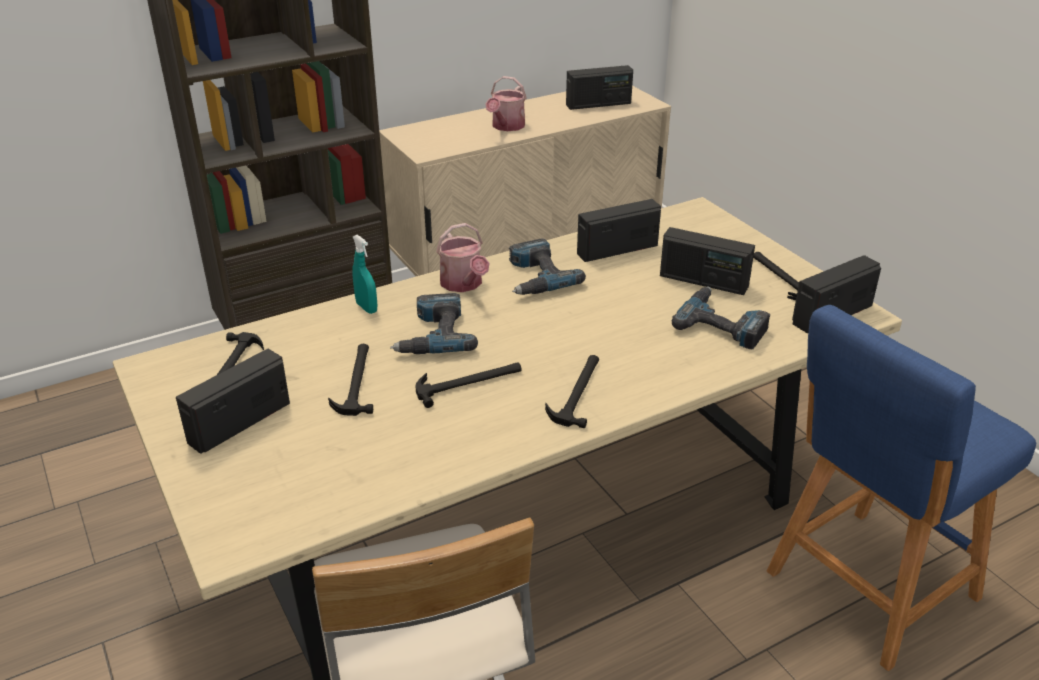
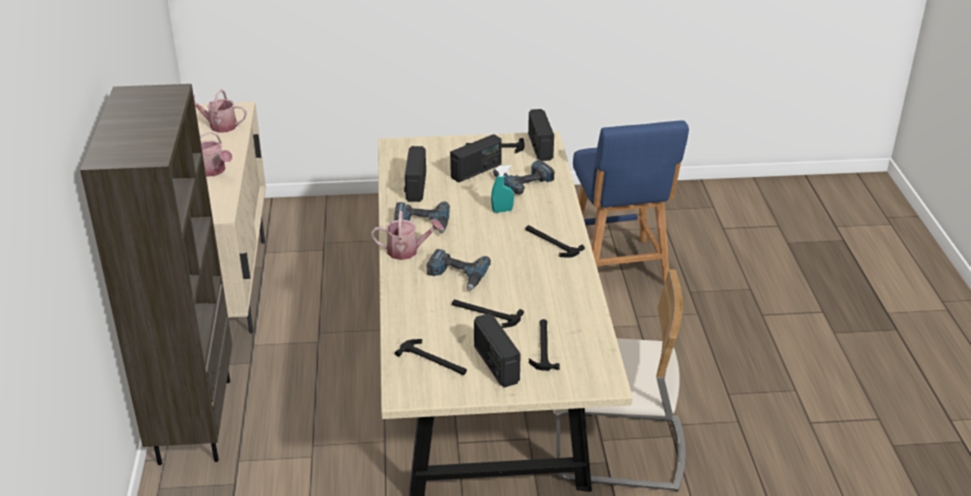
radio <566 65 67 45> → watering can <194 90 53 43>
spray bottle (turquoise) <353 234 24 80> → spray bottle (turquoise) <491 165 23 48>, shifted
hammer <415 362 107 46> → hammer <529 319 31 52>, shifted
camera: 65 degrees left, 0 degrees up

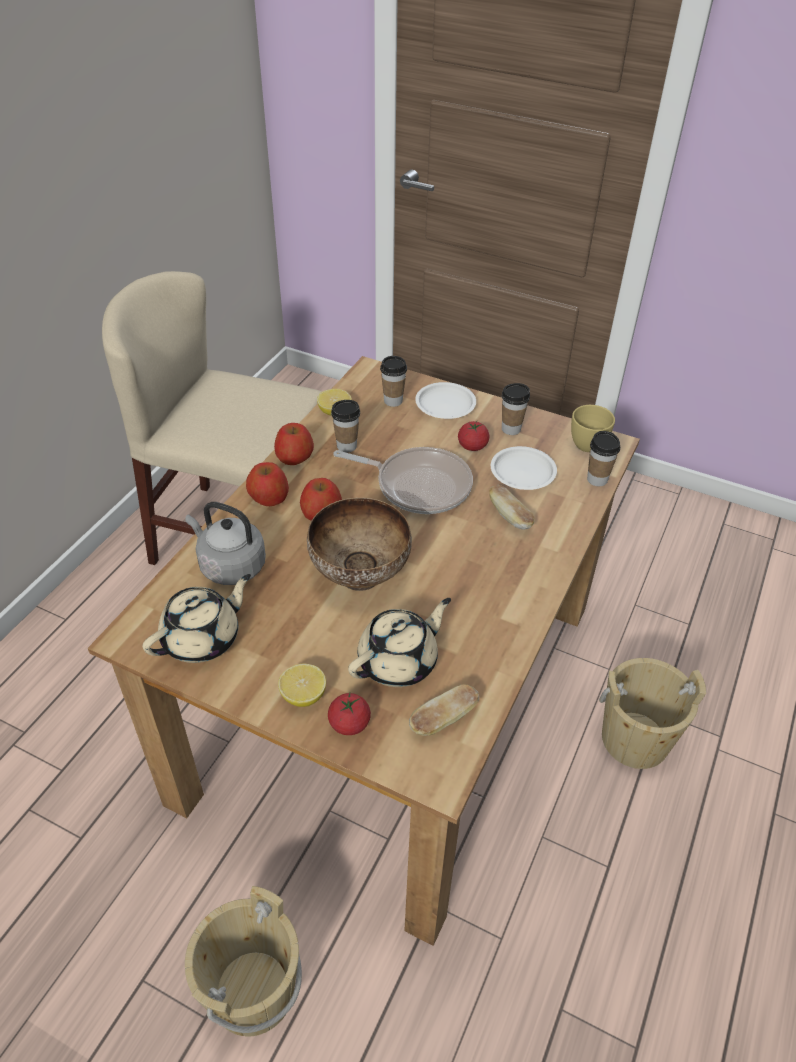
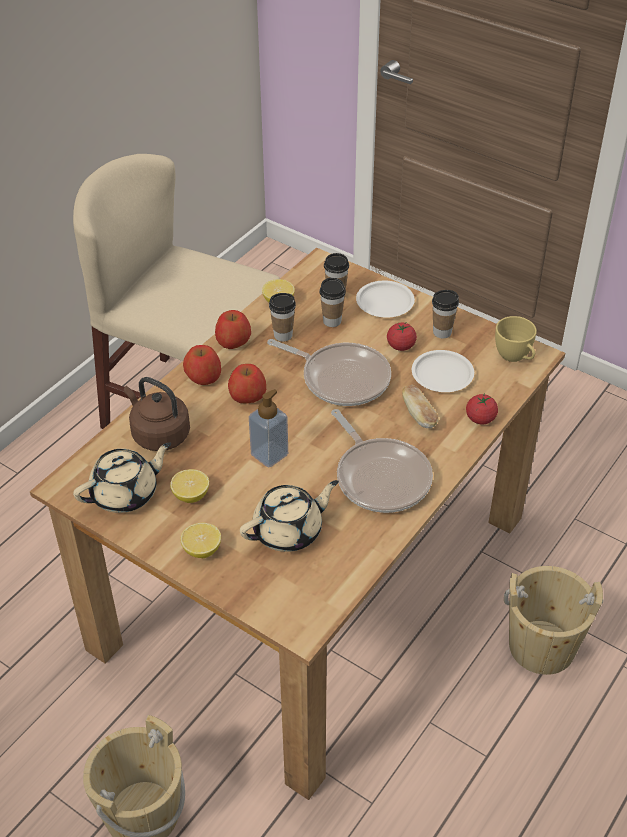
cup <587 431 33 55> → cup <319 277 27 50>, shifted
bowl <307 498 105 93> → soap dispenser <249 389 39 78>
kettle (grey) <185 502 81 83> → kettle (brown) <124 377 66 74>
bread <409 684 70 52> → -
tomato <328 693 43 42> → tomato <466 394 32 30>, shifted
- → frying pan <331 409 102 104>
- → lemon <170 469 39 34>
camera: 10 degrees right, 0 degrees up

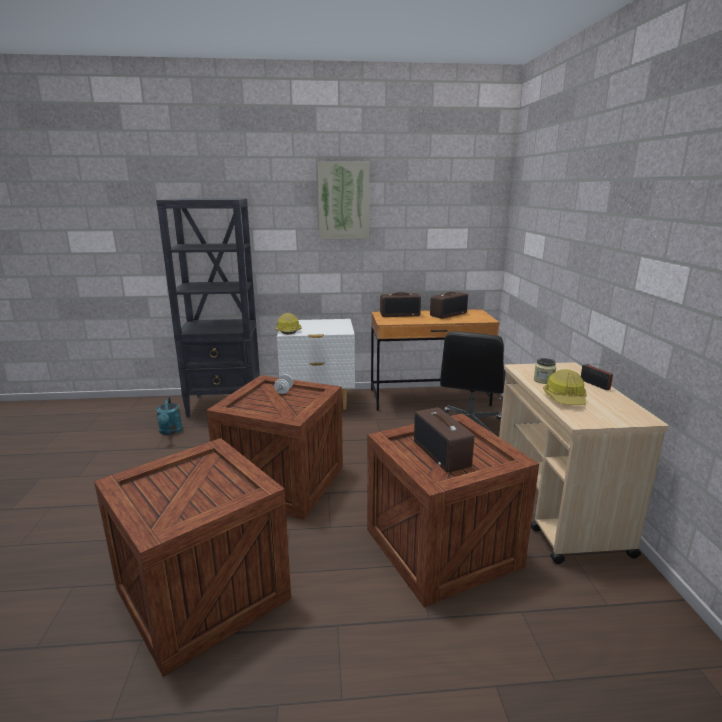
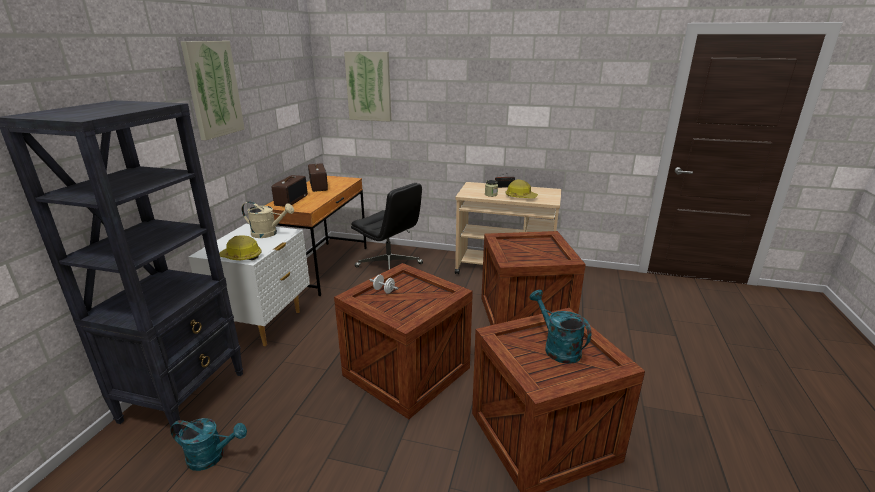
radio <414 407 60 65> → -
- → picture <344 51 47 71>
- → watering can (beige) <242 201 52 37>
- → watering can (turquoise) <529 290 62 74>
camera: 70 degrees left, 5 degrees up

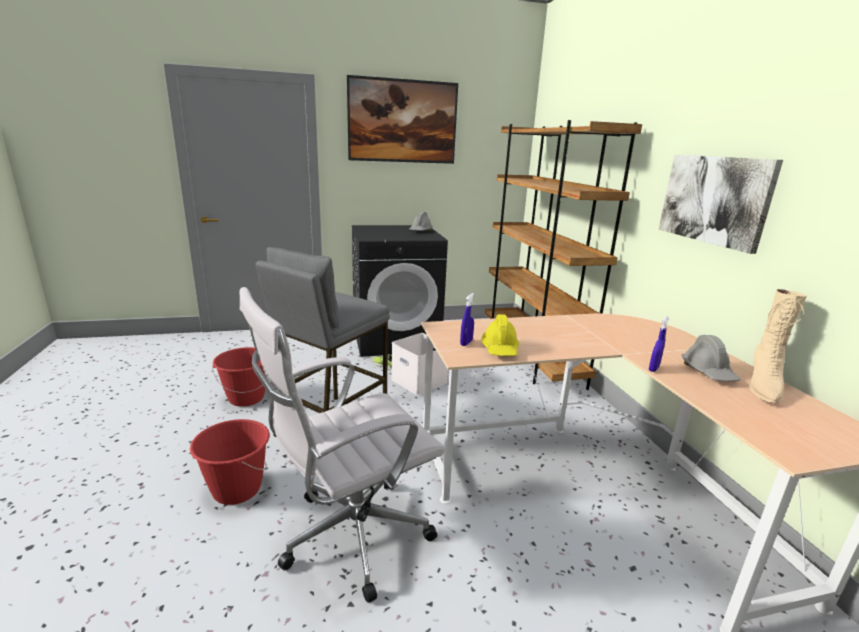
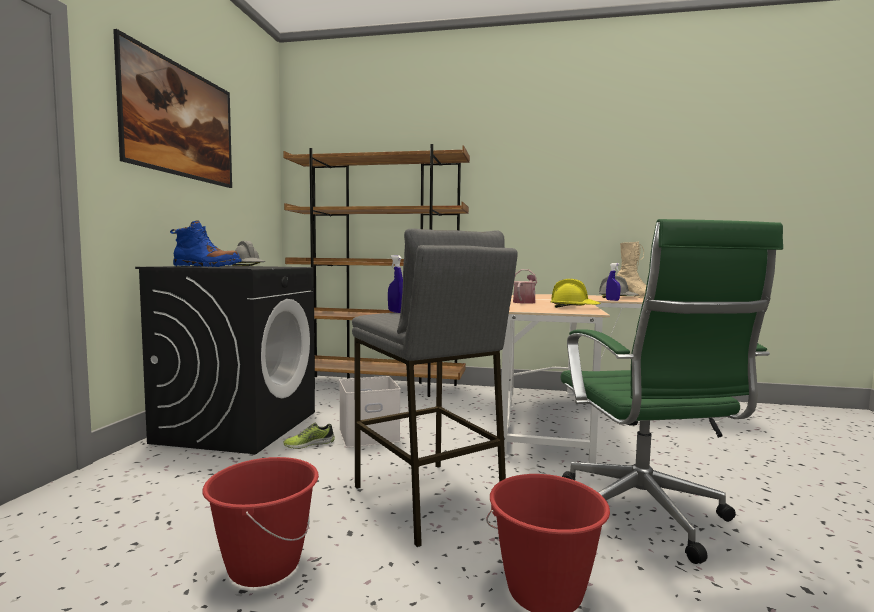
picture <659 155 124 99> → -
office chair (white) <240 287 205 316> → office chair (green) <561 219 222 345>
spray bottle (blue) <460 293 14 53> → spray bottle (blue) <388 255 15 58>, shifted
- → boot (blue) <170 221 72 46>
- → watering can <513 269 24 35>
camera: 65 degrees left, 15 degrees down

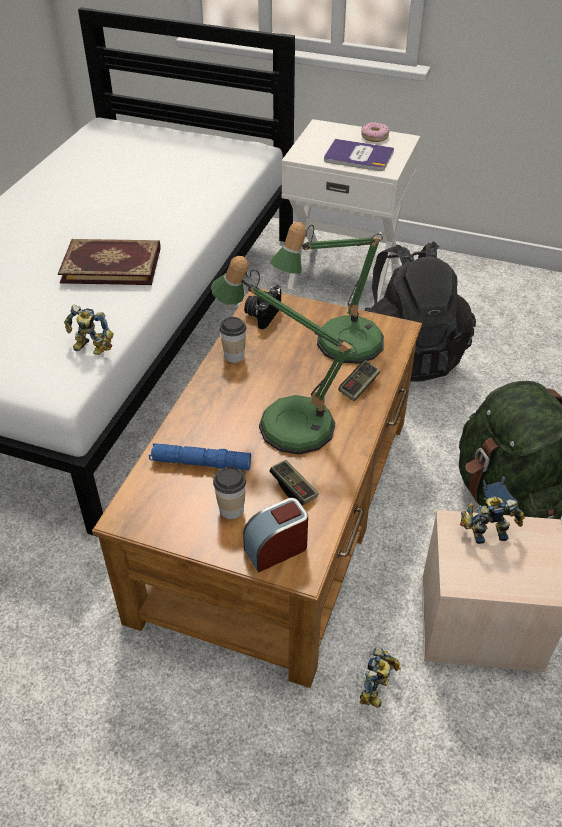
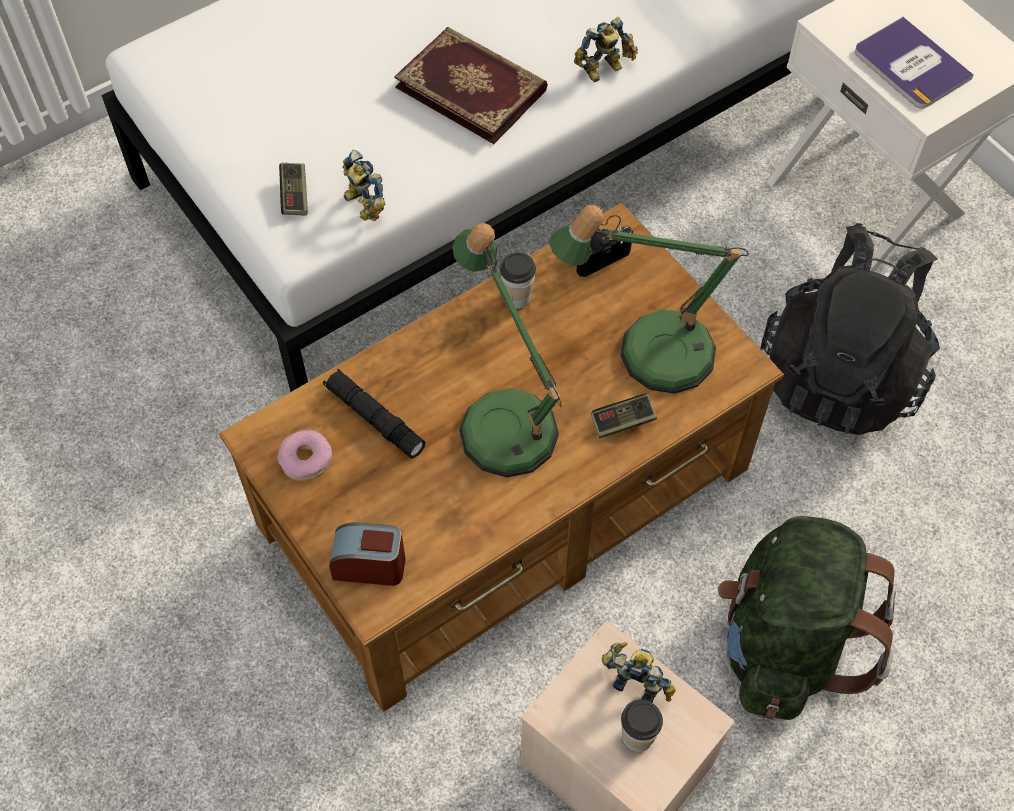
donut <361 122 29 20> → donut <278 430 54 51>, shifted
flashlight (blue) <149 443 102 27> → flashlight (black) <323 368 103 91>
game controller <269 460 50 45> → game controller <279 163 29 52>, shifted
cup <213 466 33 53> → cup <621 699 42 53>, shifted
toy robot <360 647 41 61> → toy robot <574 17 64 65>, shifted
camera: 35 degrees right, 15 degrees up

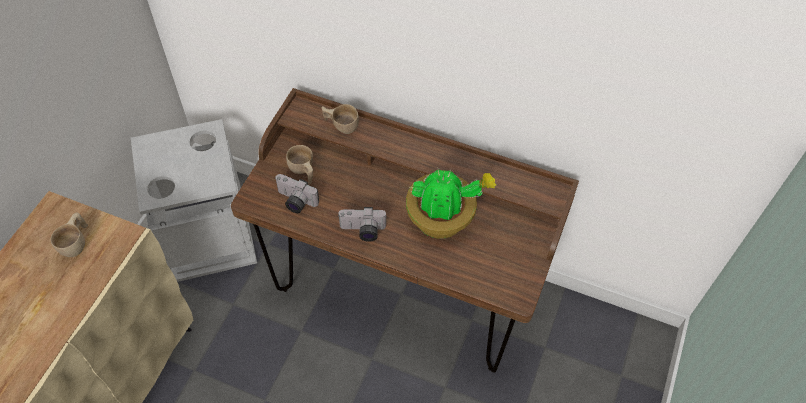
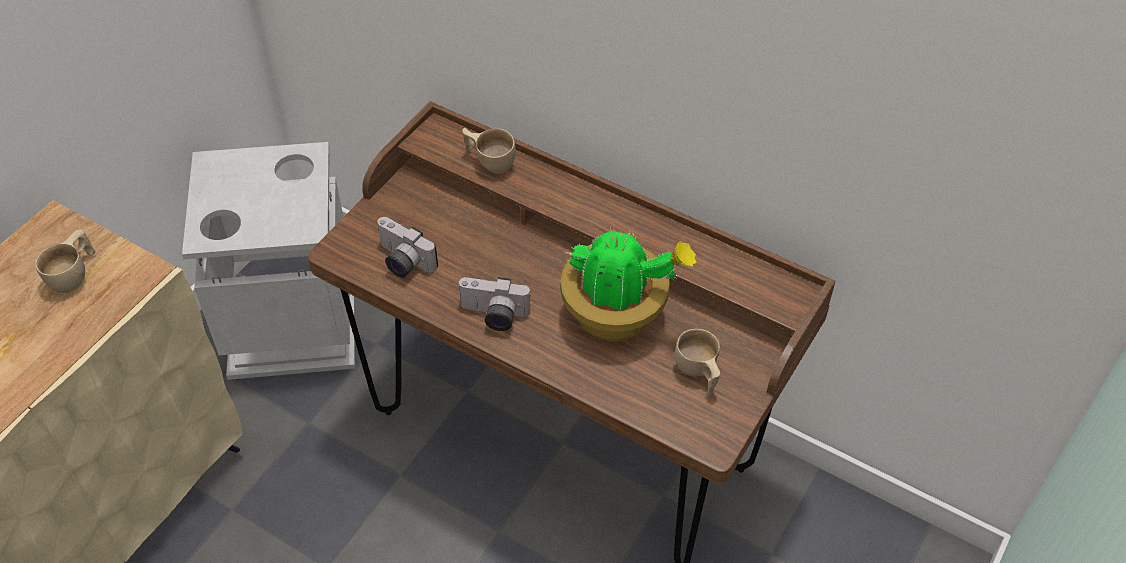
cup (beige) <286 145 27 40> → cup (beige) <675 329 45 68>, shifted
camera: 10 degrees right, 5 degrees down

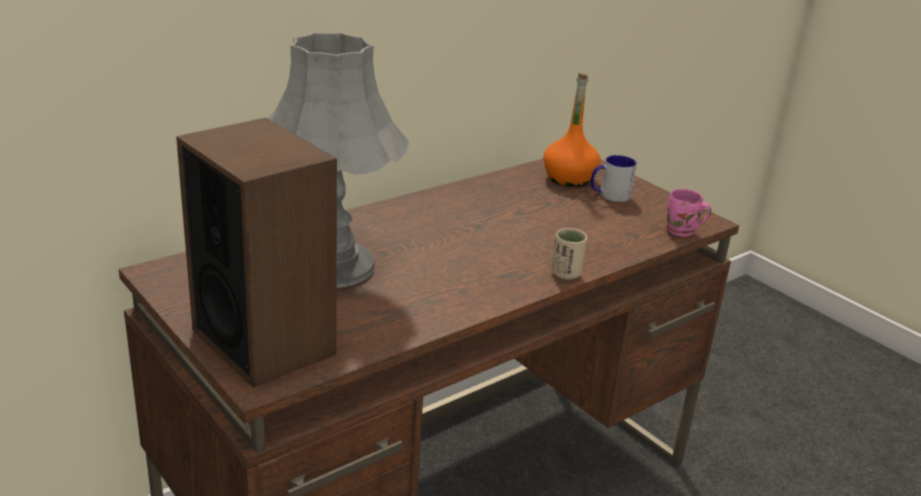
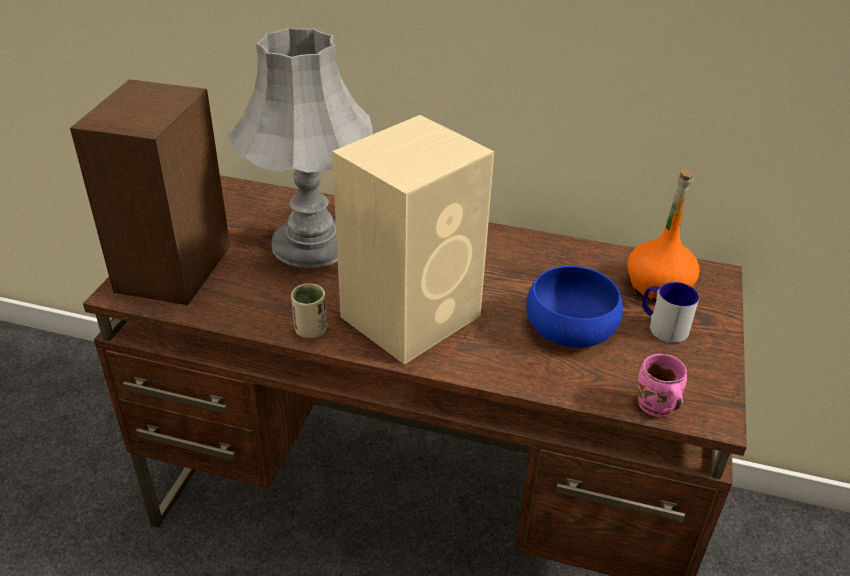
cup (beige) <552 228 35 52> → cup (beige) <291 283 36 55>, shifted
- → speaker (beige) <332 115 162 249>
- → bowl (blue) <526 266 97 82>
camera: 55 degrees right, 10 degrees up

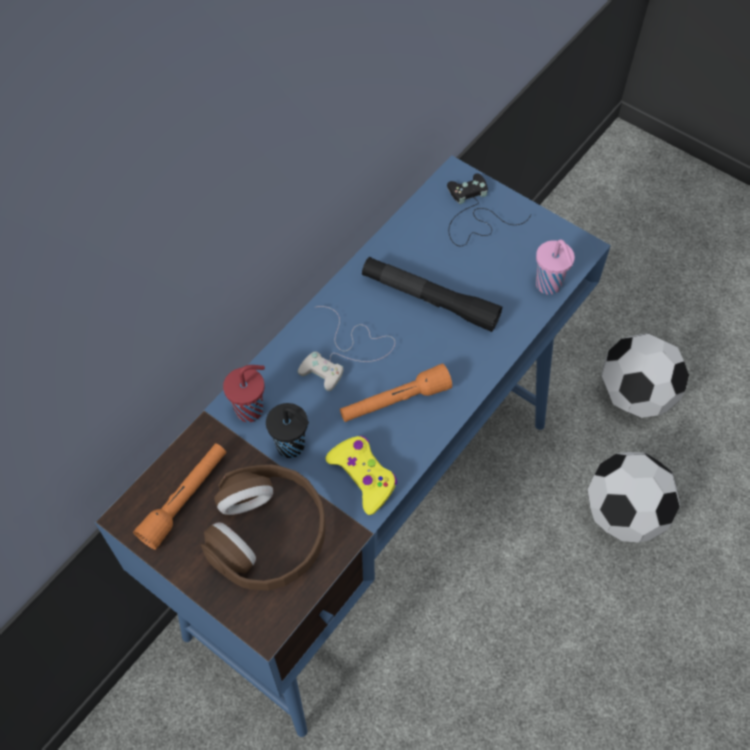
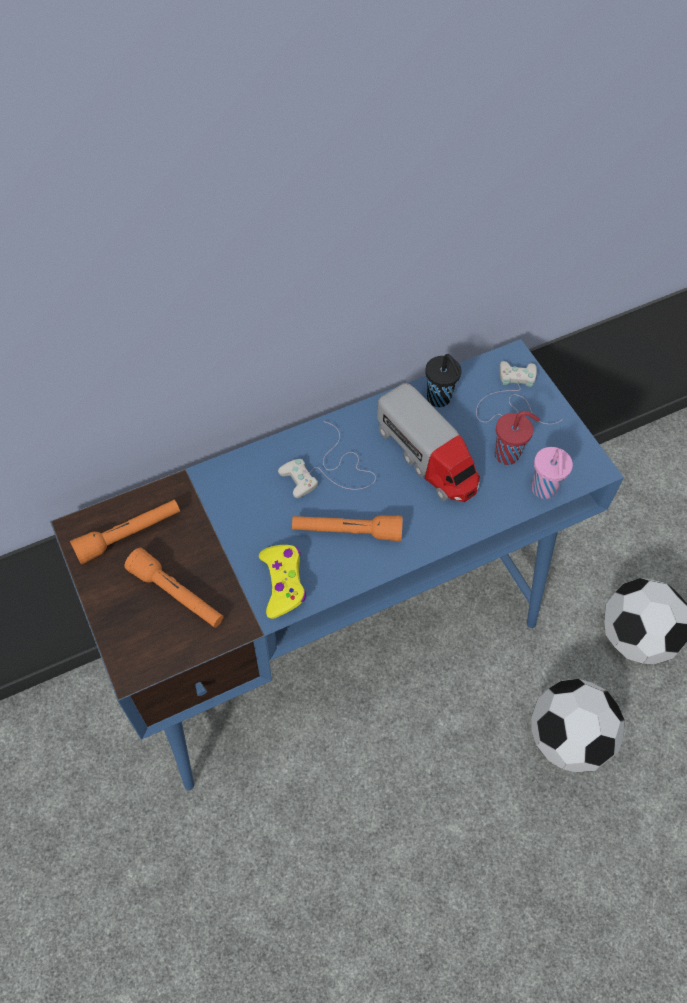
game controller (black) <447 173 84 73> → game controller (white) <476 361 87 63>
flashlight (black) <362 257 140 75> → toy truck <377 383 103 119>
cup (red) <223 365 42 57> → cup (red) <495 411 45 54>, shifted
cup (black) <266 403 43 55> → cup (black) <425 354 37 53>, shifted
headphones (brown) <201 464 124 126> → flashlight (orange) <124 548 100 80>
camera: 25 degrees right, 0 degrees up

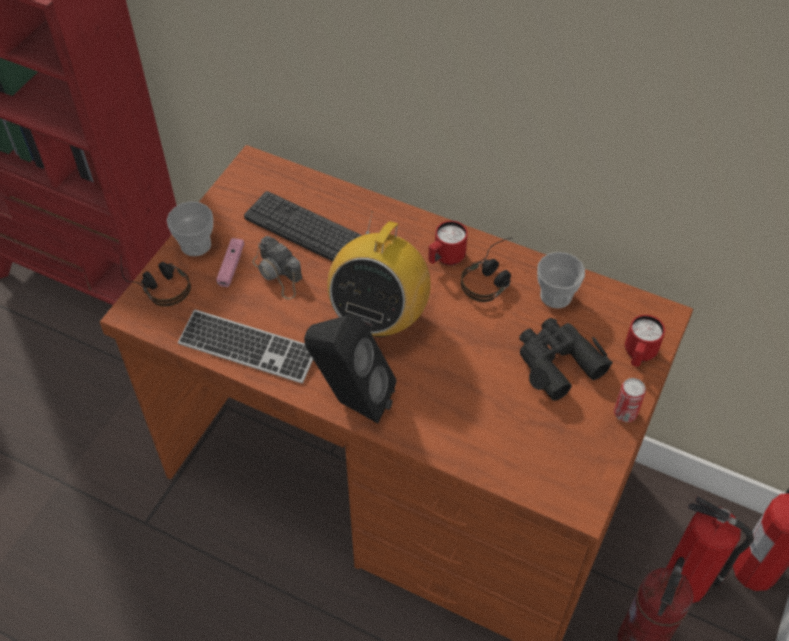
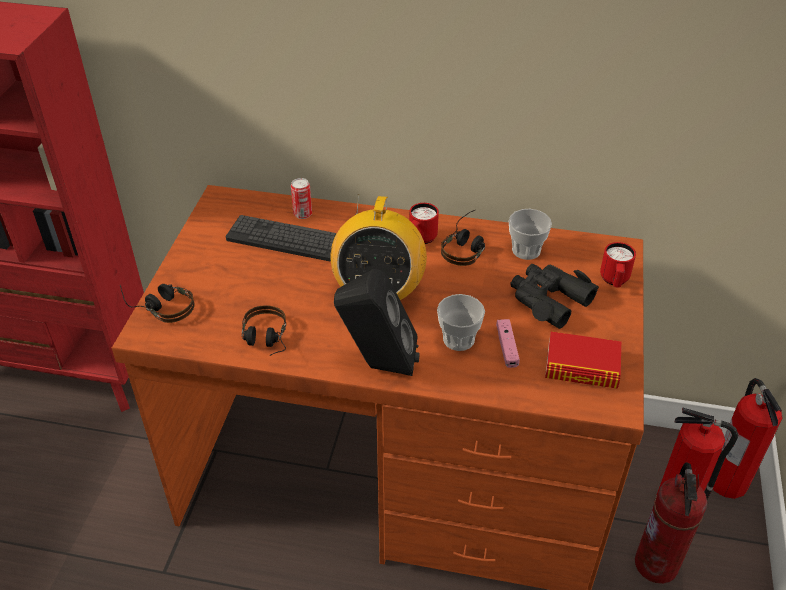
cup <167 202 46 54> → cup <437 294 48 57>, shifted
photo camera <252 236 50 64> → -
game controller (pink) <216 238 28 49> → game controller (pink) <496 319 24 49>, shifted
keyboard <178 310 135 73> → headphones <242 305 44 51>
can <614 378 32 44> → can <291 178 21 41>, shifted
- → book <545 332 76 57>
camera: 15 degrees left, 10 degrees down

